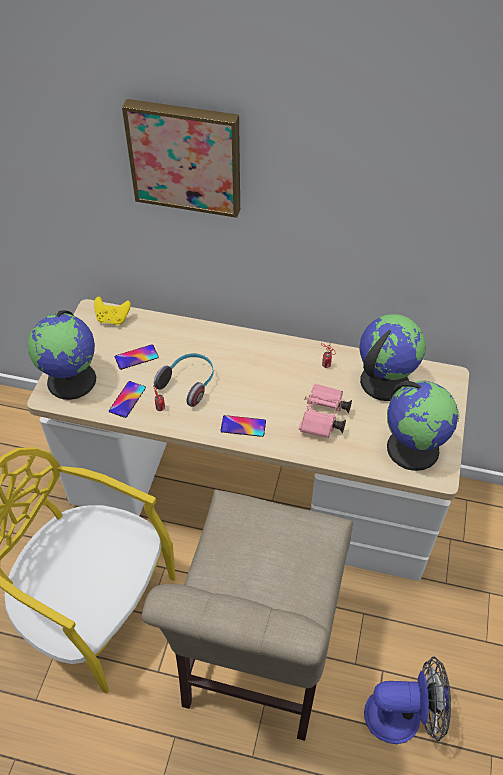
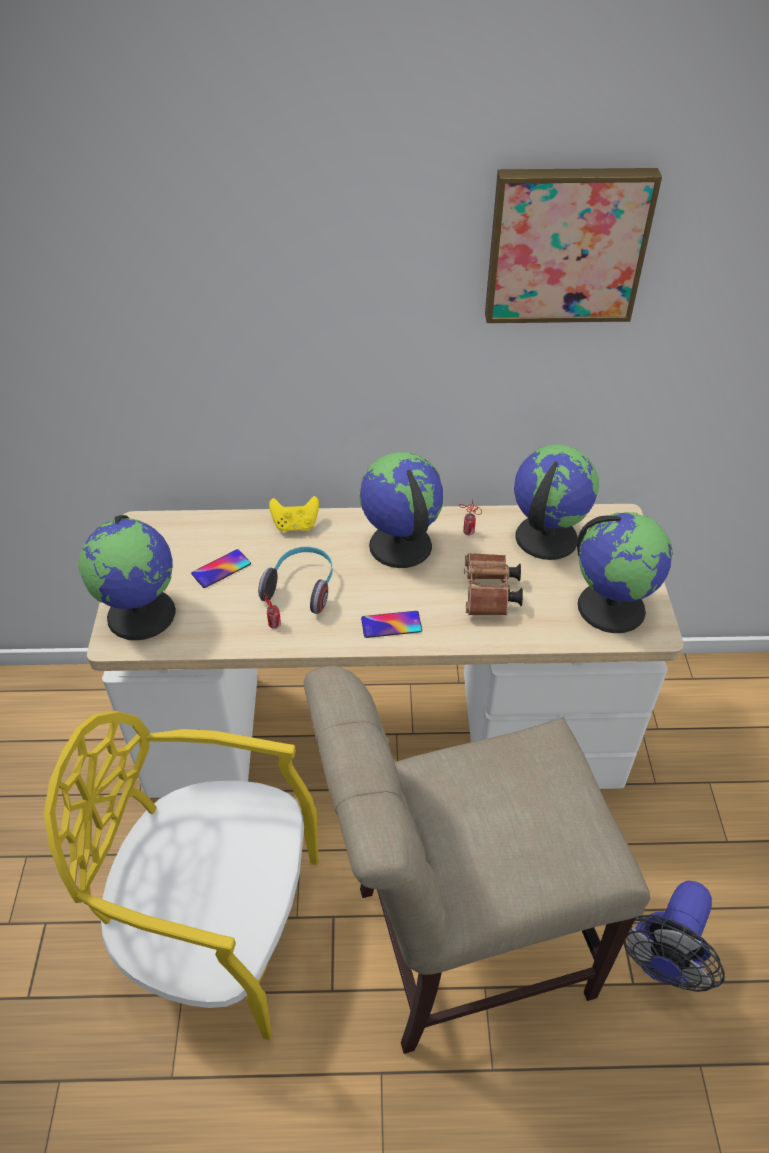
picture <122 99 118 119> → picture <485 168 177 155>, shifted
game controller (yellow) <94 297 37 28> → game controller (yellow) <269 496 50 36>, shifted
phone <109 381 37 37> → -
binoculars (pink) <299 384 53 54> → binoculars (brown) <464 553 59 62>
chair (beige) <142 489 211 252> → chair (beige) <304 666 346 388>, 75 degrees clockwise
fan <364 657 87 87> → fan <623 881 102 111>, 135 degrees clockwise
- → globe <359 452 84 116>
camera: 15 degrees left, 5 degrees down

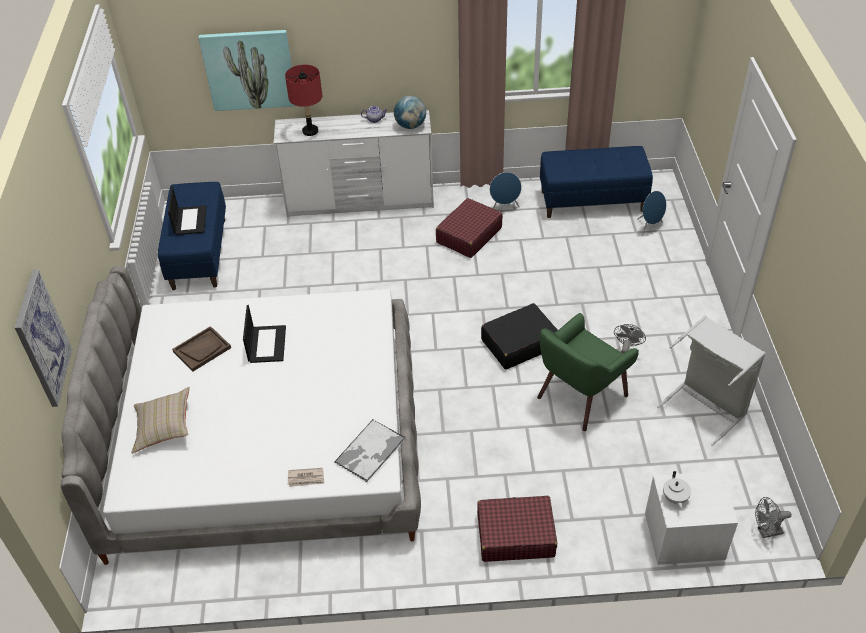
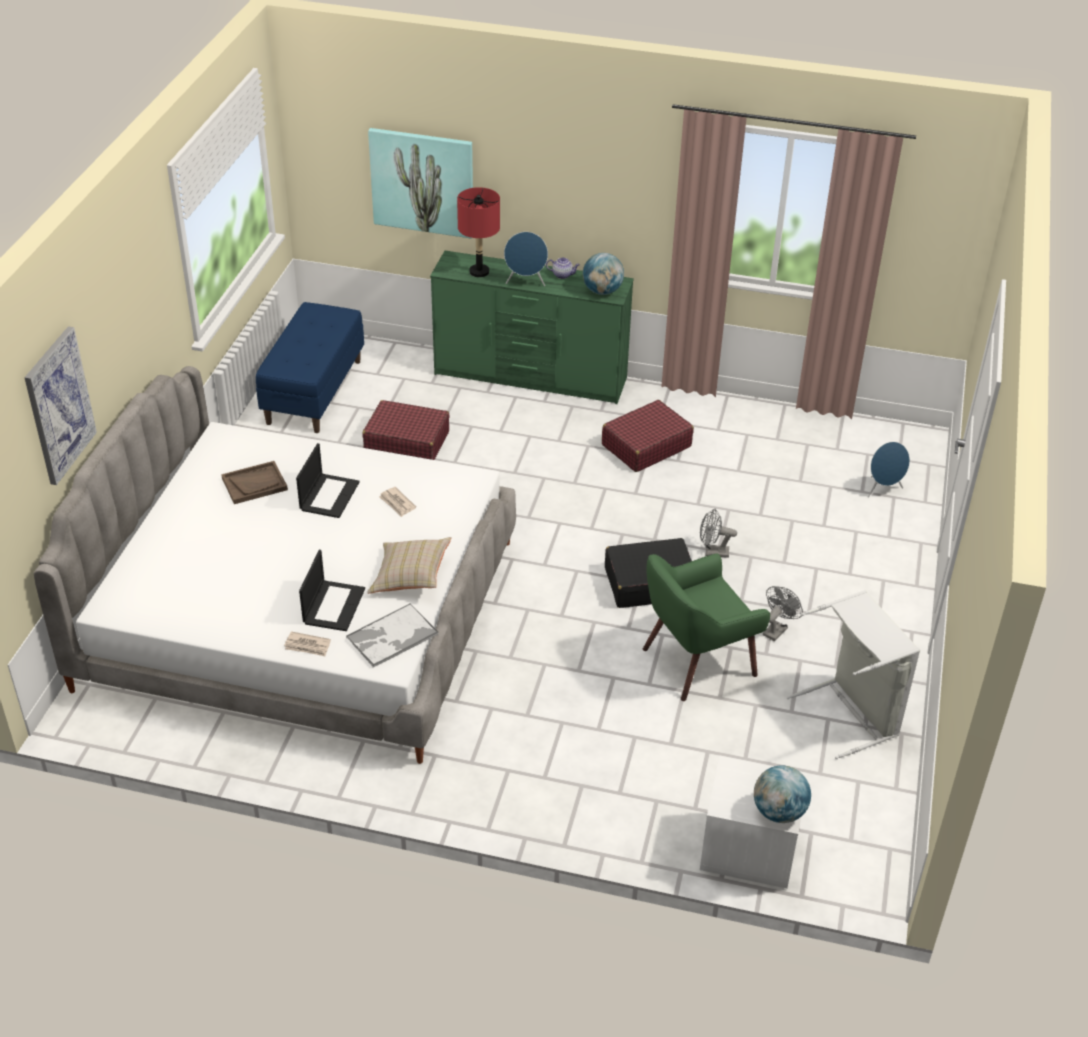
dresser (white) <274 110 160 107> → dresser (green) <430 251 204 153>
bench (blue) <540 146 113 72> → -
speaker (blue) <490 172 32 37> → speaker (blue) <504 232 44 54>, shifted
laptop <168 186 39 49> → laptop <299 550 66 81>, shifted
pillow (beige) <132 387 58 67> → pillow (beige) <367 537 85 57>, shifted
teapot (white) <663 471 28 37> → -
suitcase (red) <477 496 80 66> → suitcase (red) <363 400 87 60>, shifted
fan (grey) <755 497 37 41> → fan (grey) <700 509 37 49>, shifted
- → newspaper <379 487 37 30>
- → globe <754 765 57 58>
camera: 15 degrees right, 5 degrees down

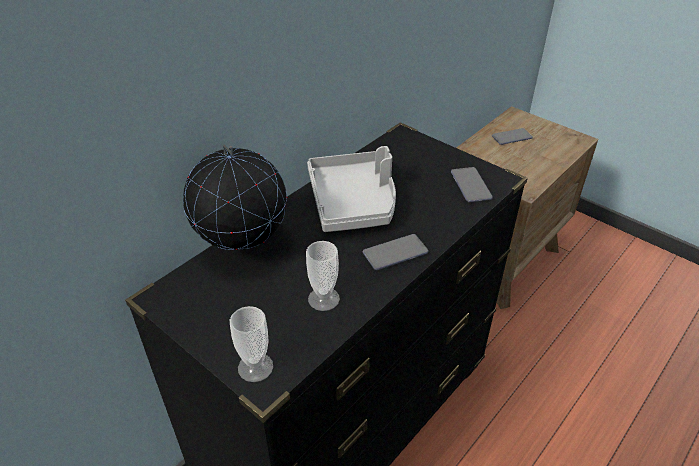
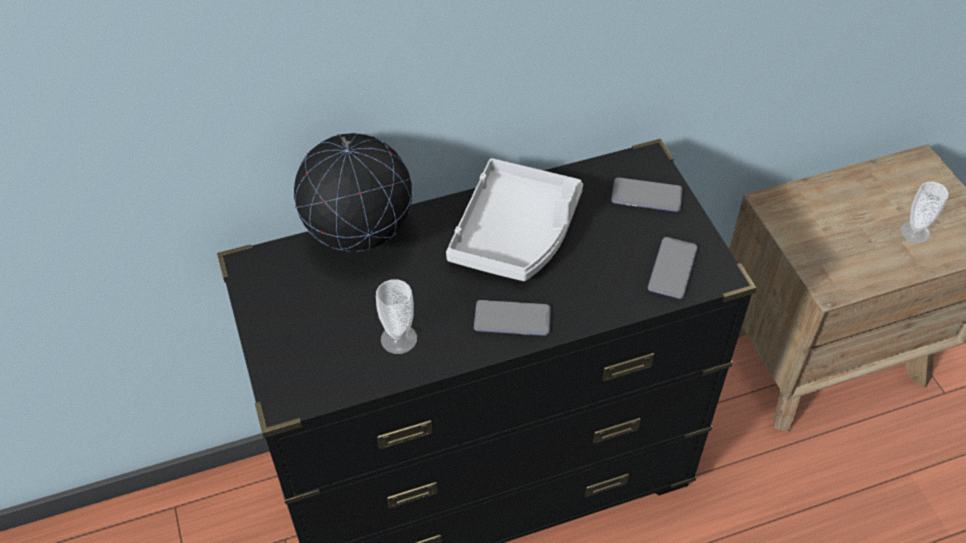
phone <492 128 41 17> → phone <611 177 72 35>, shifted
cup <230 306 43 76> → cup <900 182 49 61>, shifted
camera: 30 degrees right, 10 degrees up

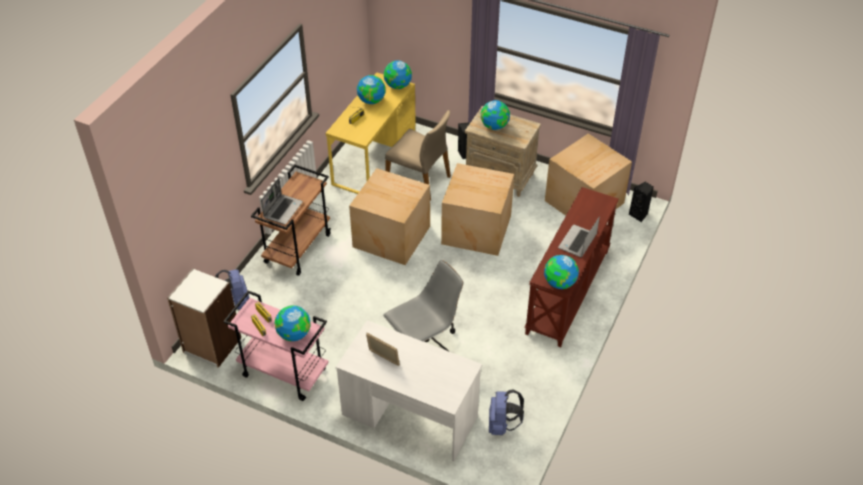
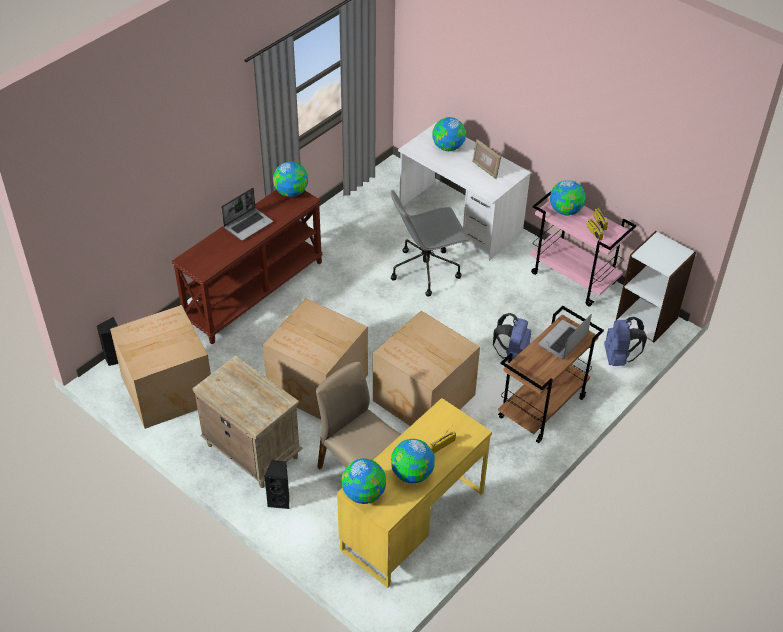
globe <481 100 29 30> → globe <432 117 34 34>, shifted
backpack (blue) <489 389 35 46> → backpack (blue) <493 313 38 50>, shifted
camera: 165 degrees left, 0 degrees up

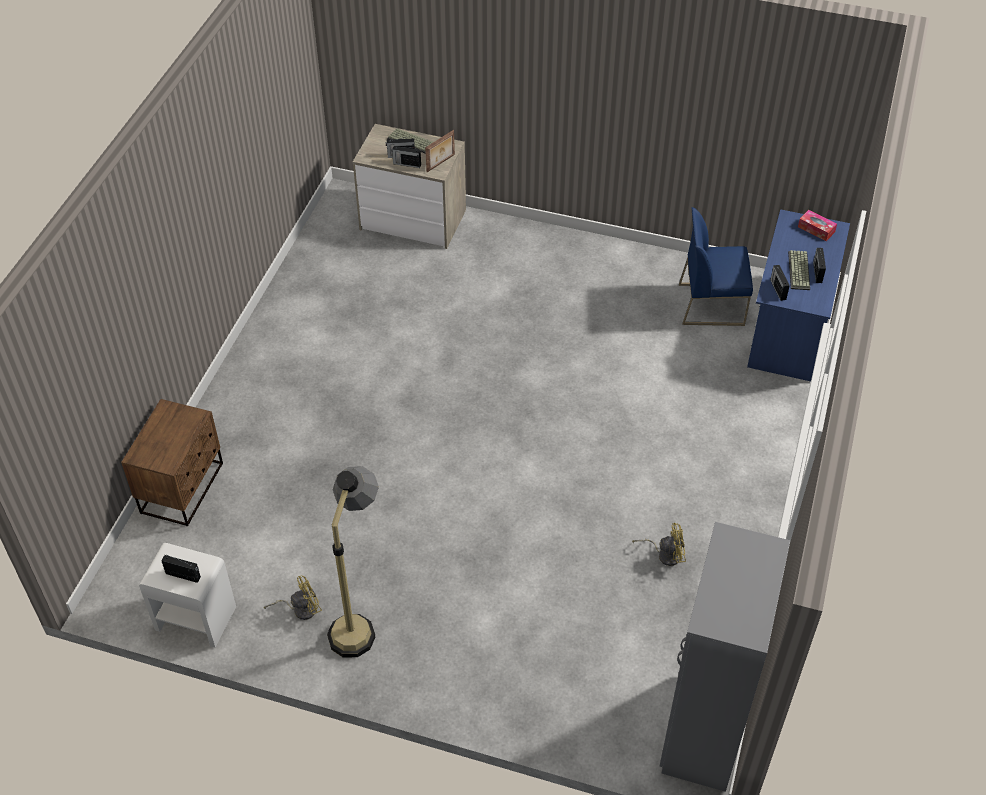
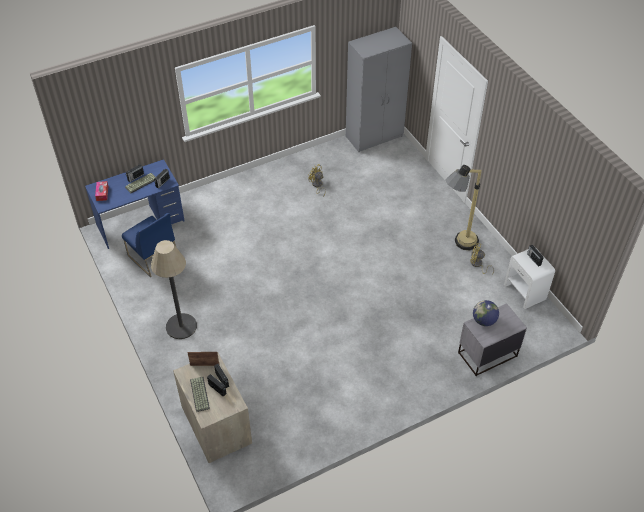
nightstand (brown) <121 399 102 128> → nightstand (grey) <458 303 69 73>
- → floor lamp <151 240 46 99>
- → globe <473 300 26 26>
camera: 135 degrees left, 0 degrees up

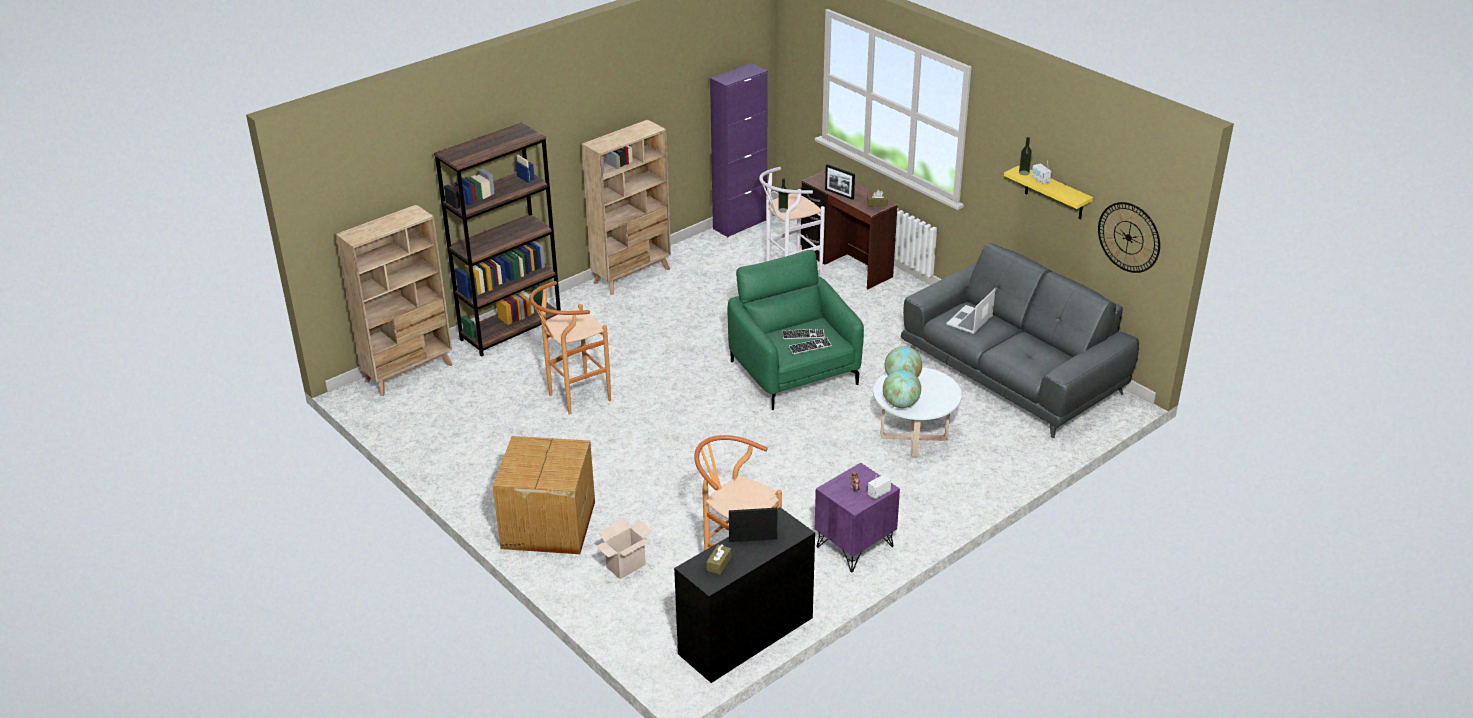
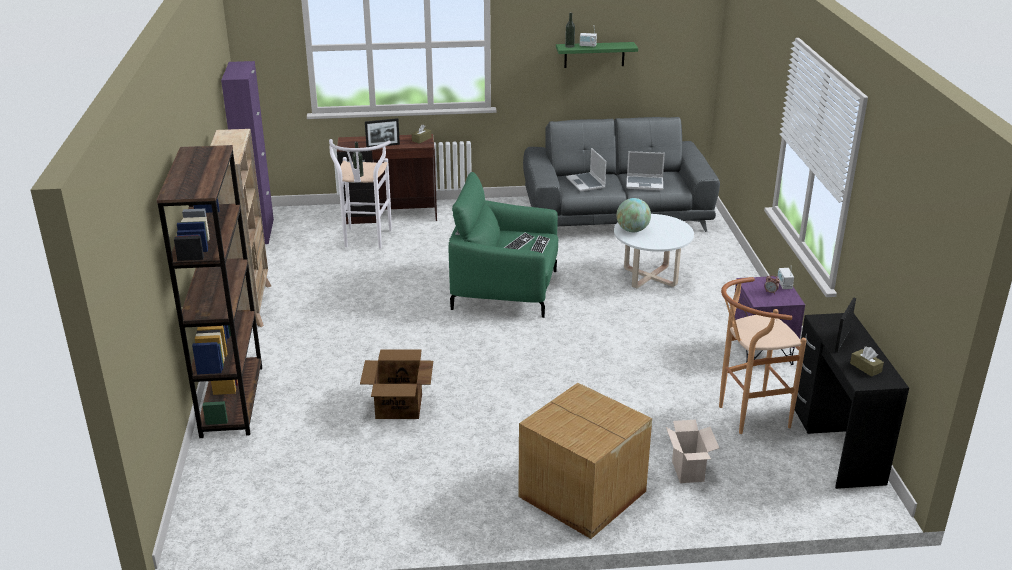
shelf (yellow) <1004 165 89 54> → shelf (green) <556 42 82 26>
wall clock <1098 202 62 71> → -
bookcase (beige) <335 204 118 192> → -
stool (brown) <529 281 82 134> → cardboard box <360 349 73 70>
globe <883 370 38 38> → -
- → laptop <627 151 38 39>
camera: 55 degrees left, 5 degrees down

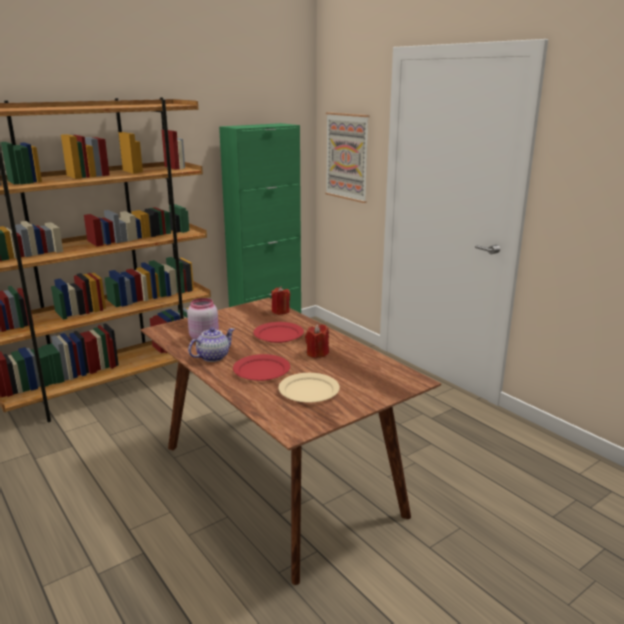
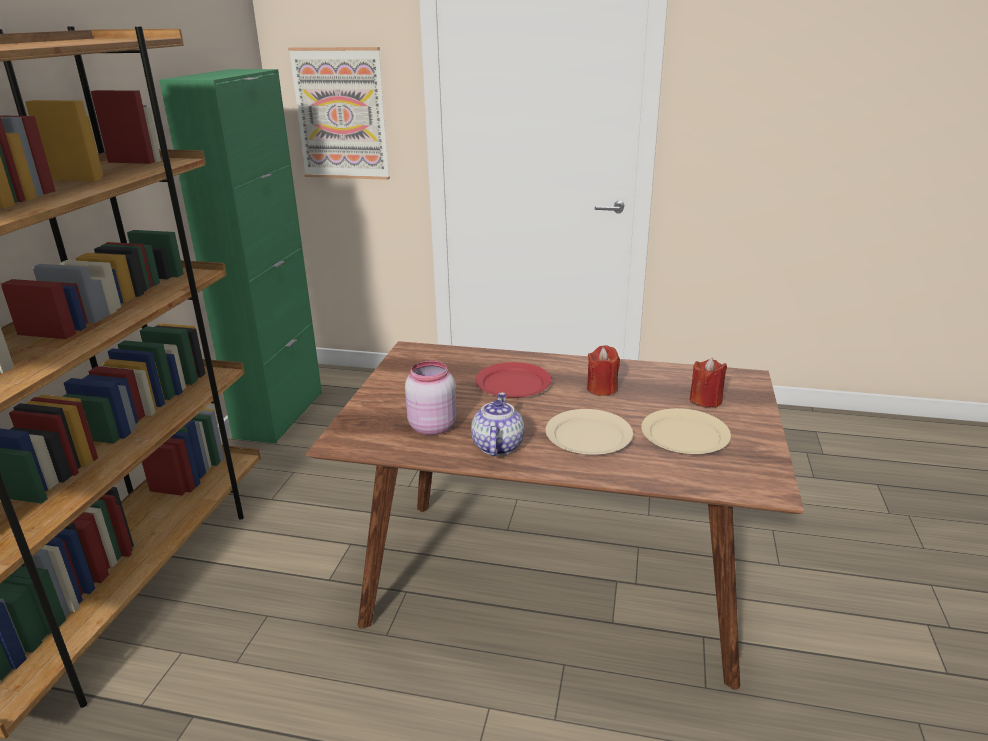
candle (red) <271 286 19 29> → candle (red) <690 358 37 50>, shifted
plate (red) <233 354 57 27> → plate (beige) <546 409 87 46>
camera: 40 degrees left, 5 degrees up

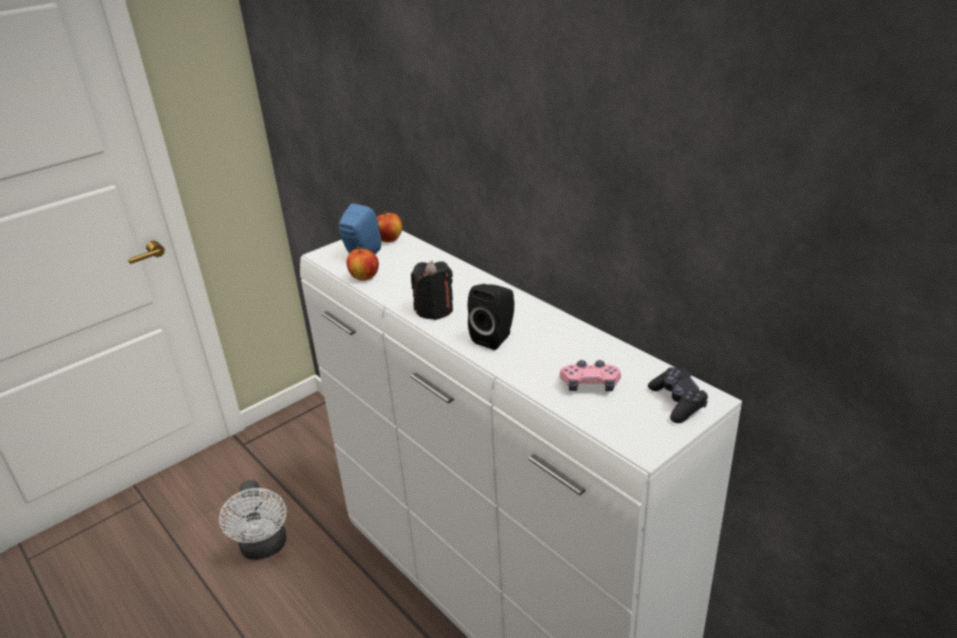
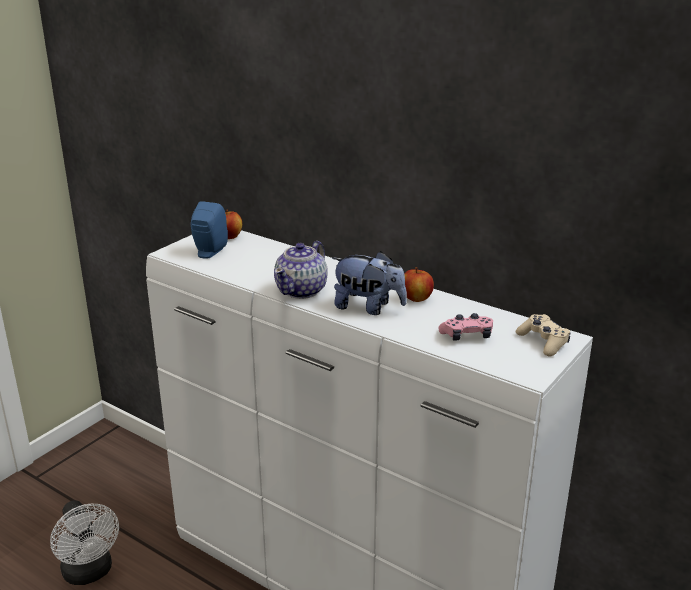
apple <346 247 33 34> → apple <404 267 30 35>, shifted
candle (black) <411 260 42 60> → teapot <274 241 54 58>
speaker (black) <468 284 46 66> → plush toy <332 251 75 64>
game controller (black) <648 367 60 56> → game controller (beige) <516 314 55 43>
camera: 15 degrees left, 5 degrees down

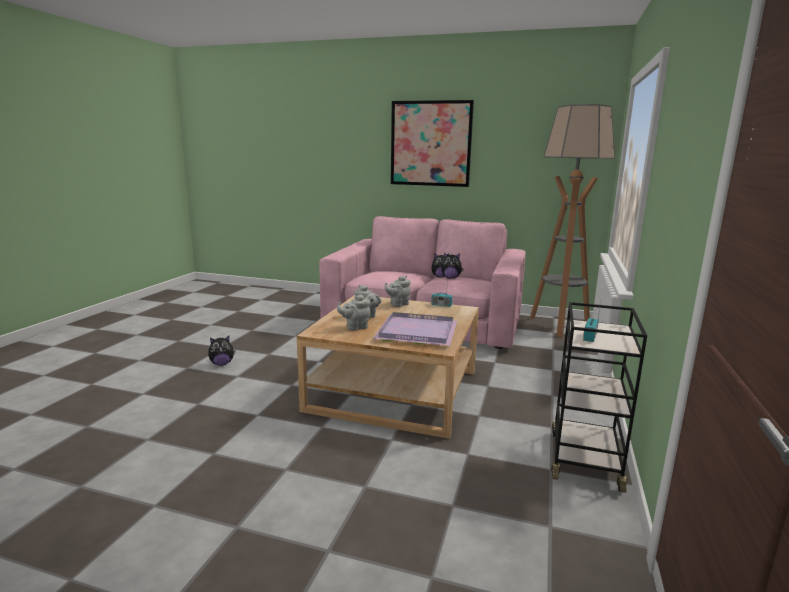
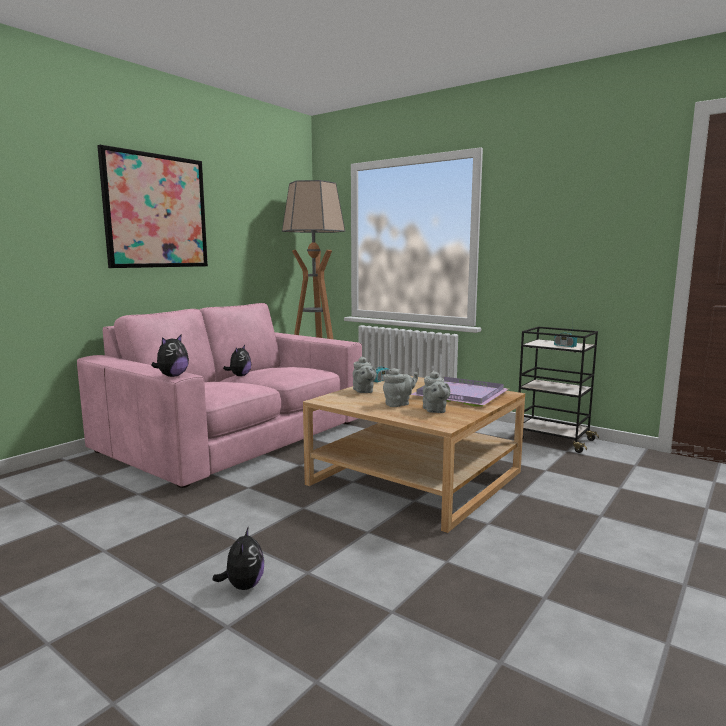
plush toy <441 252 23 27> → plush toy <151 334 38 43>, shifted
camera: 70 degrees left, 5 degrees down

